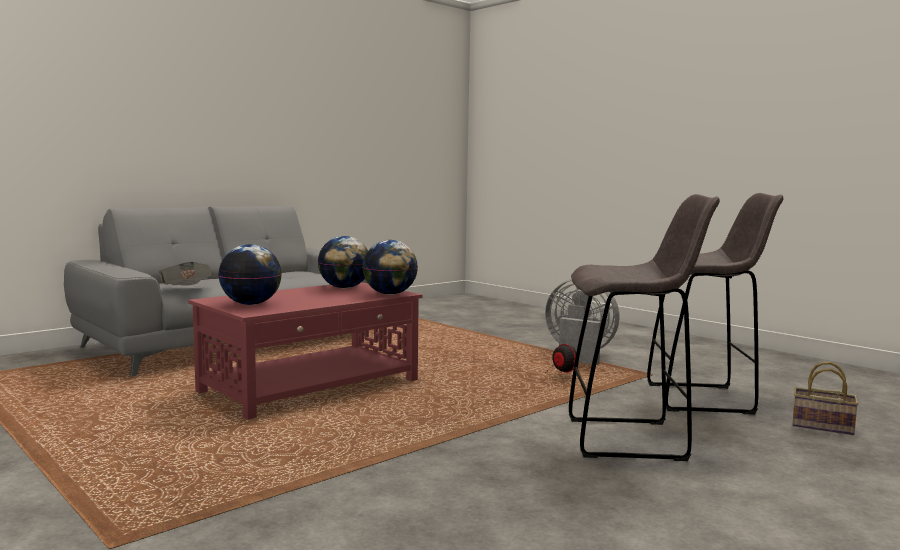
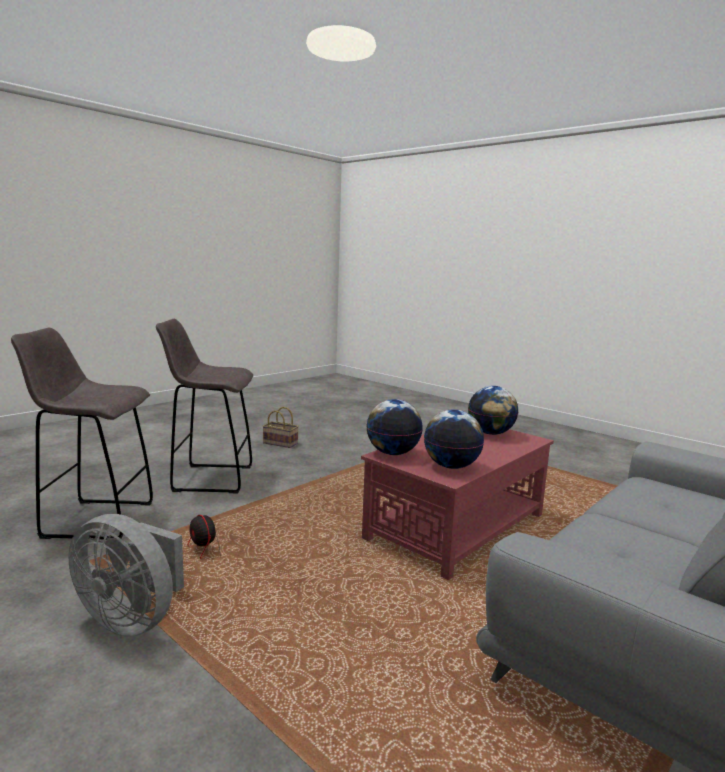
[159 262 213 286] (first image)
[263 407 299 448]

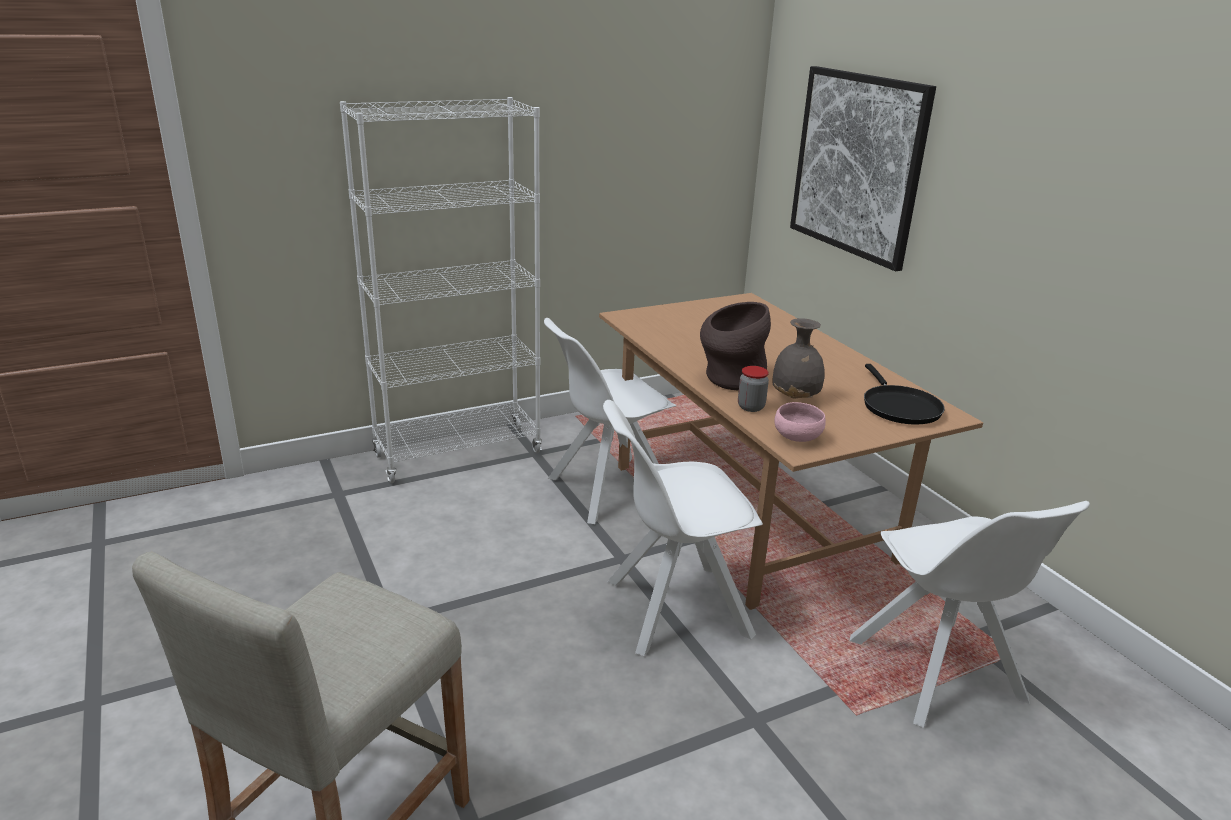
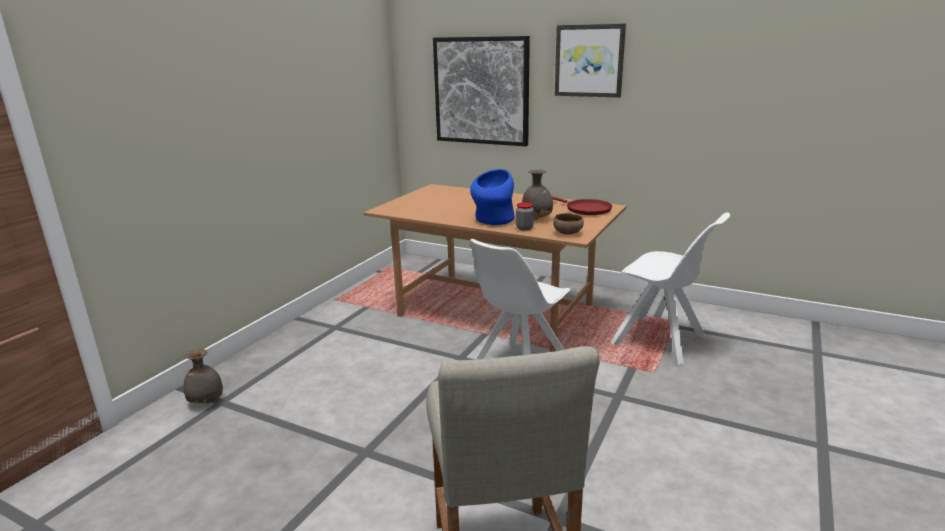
[340 97 542 483] (first image)
[544 318 677 524] (first image)
[470 169 515 225]
[553 213 584 234]
[551 196 612 215]
[183 349 223 404]
[555 24 626 97]

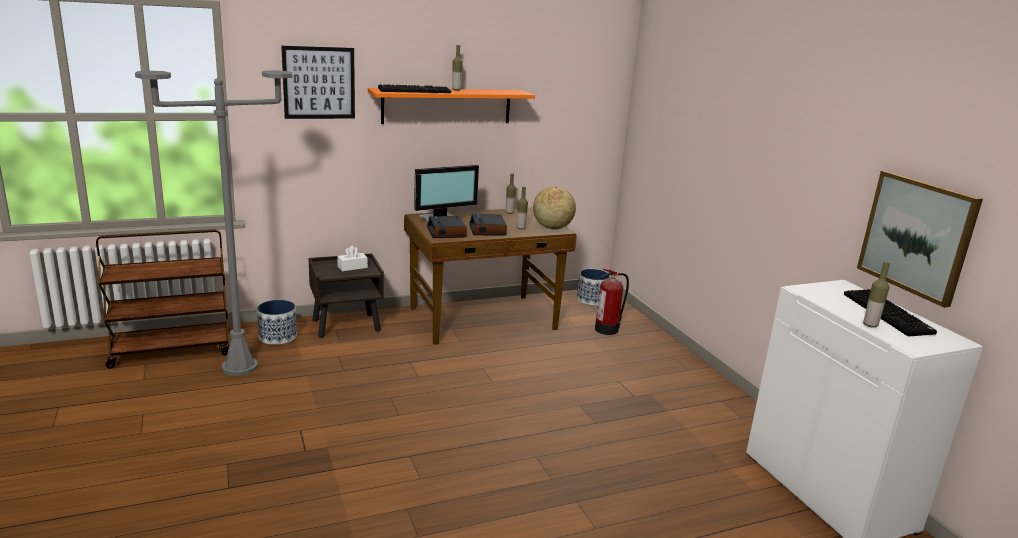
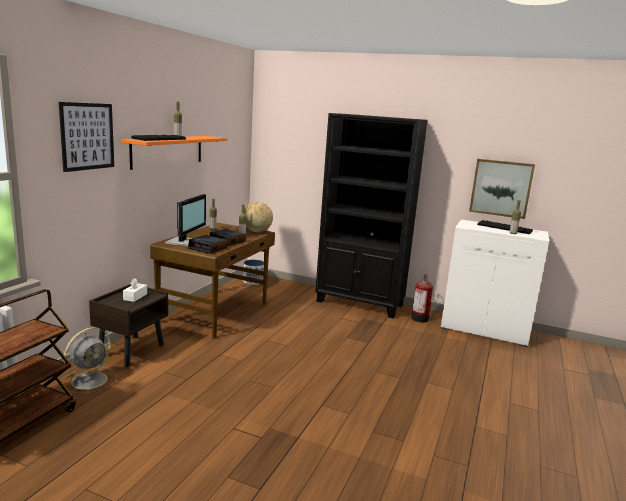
[135 70 292 376] (first image)
[60 327 117 394]
[411 275 433 323]
[315 113 428 318]

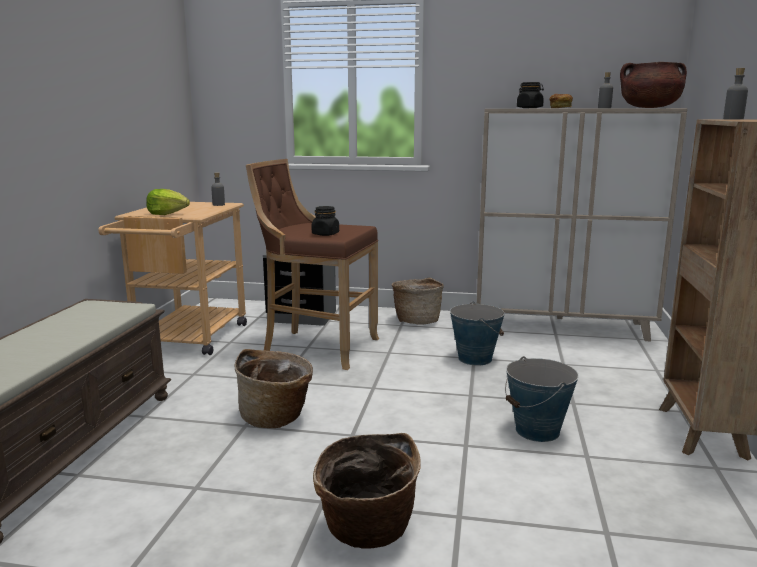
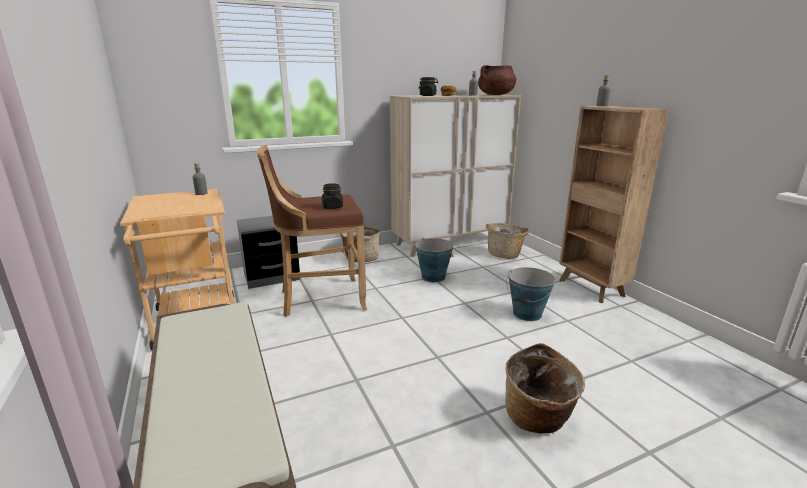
[146 189 190 215] (first image)
[486 223 529 259]

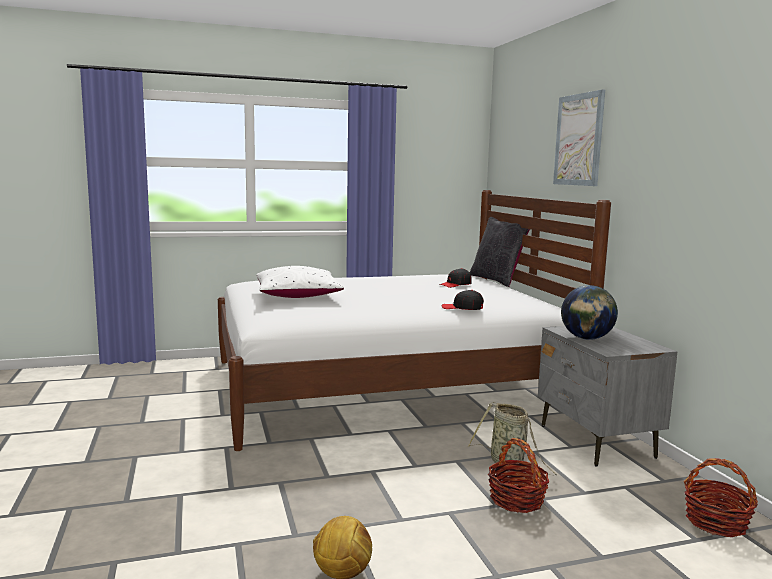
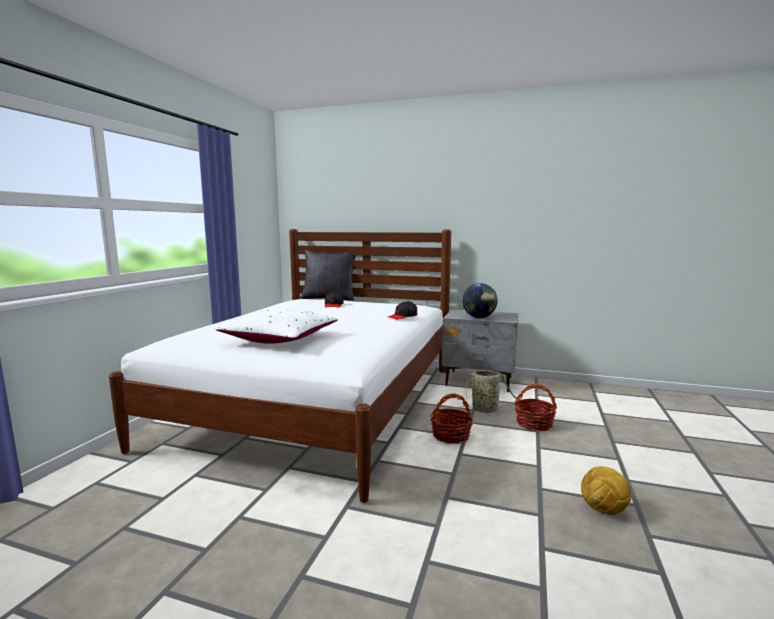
[553 89 605 186] (first image)
[431 393 473 444]

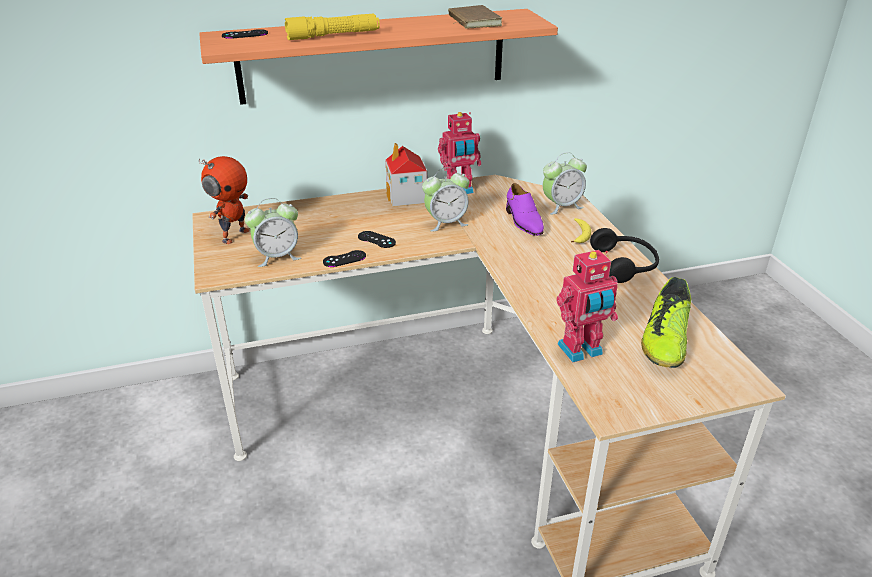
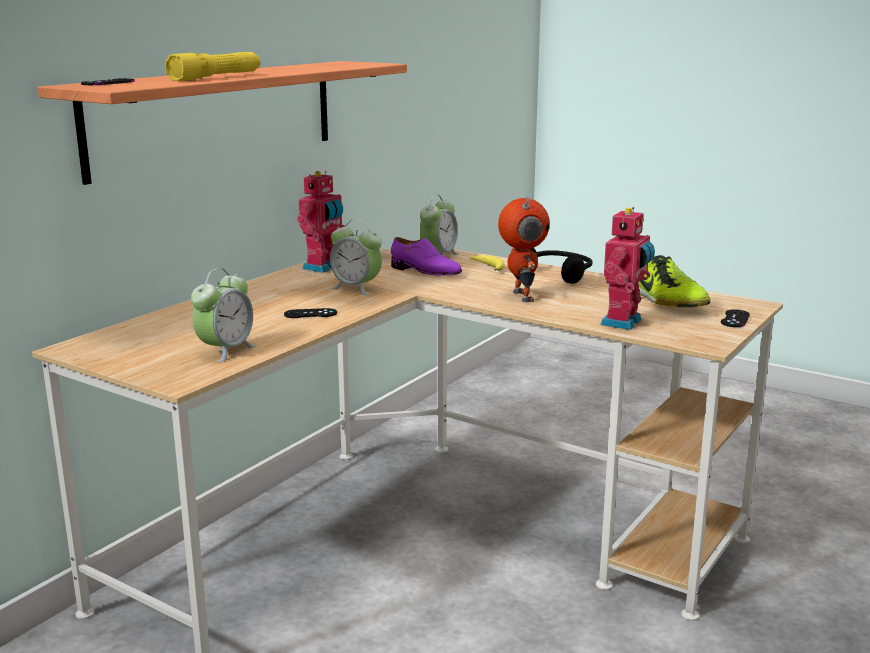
[498 196 550 302]
[721 309 750 327]
[386 143 428 207] (first image)
[330 219 382 295]
[448 5 502 29] (first image)

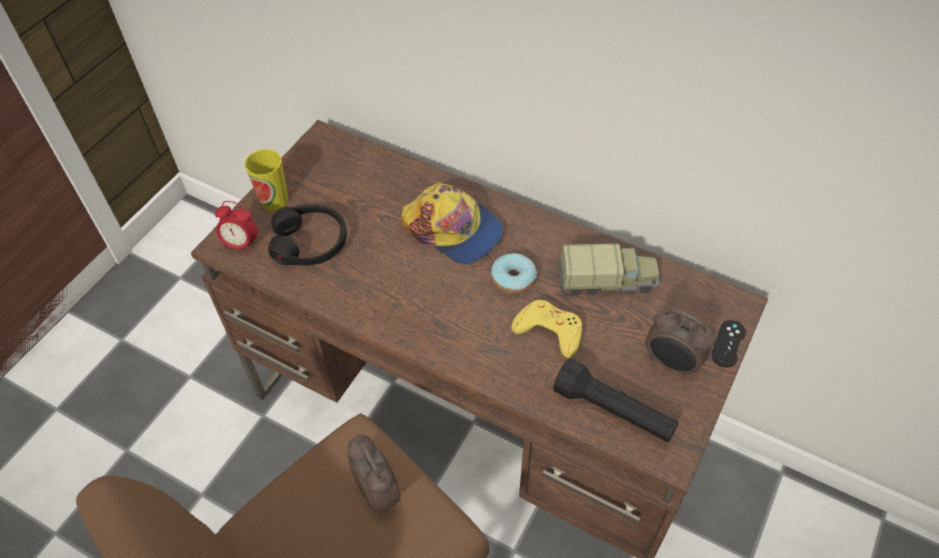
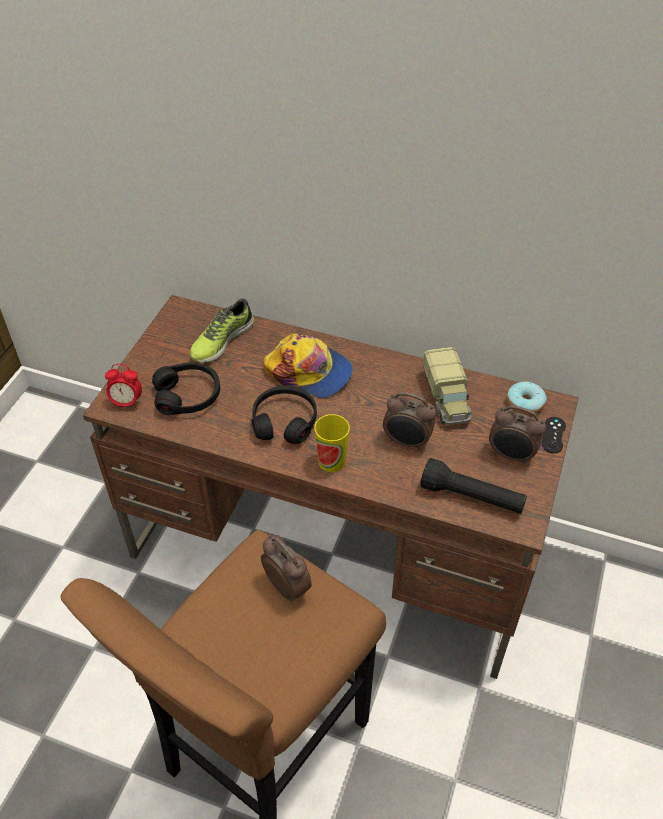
[314 414 350 472]
[507 382 547 415]
[383 392 436 450]
[422 347 472 425]
[190 299 254 363]
[252 385 317 444]

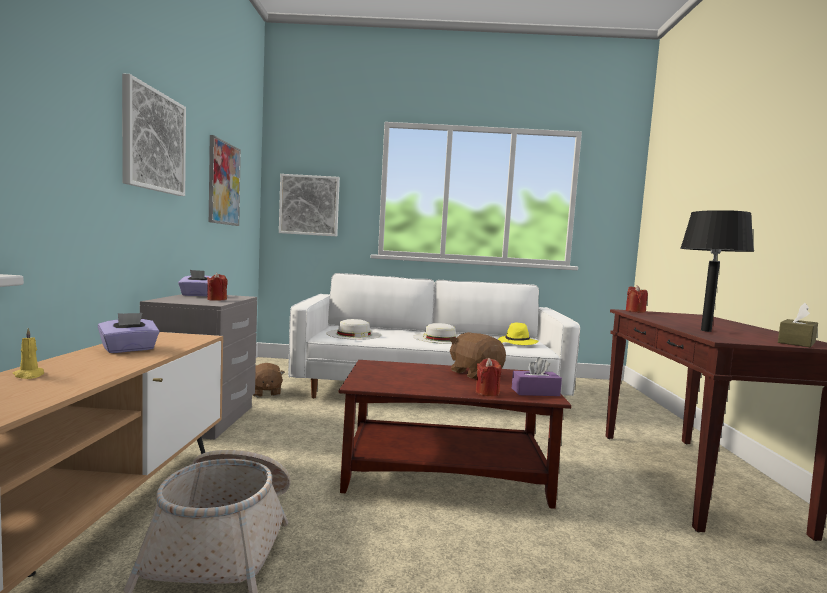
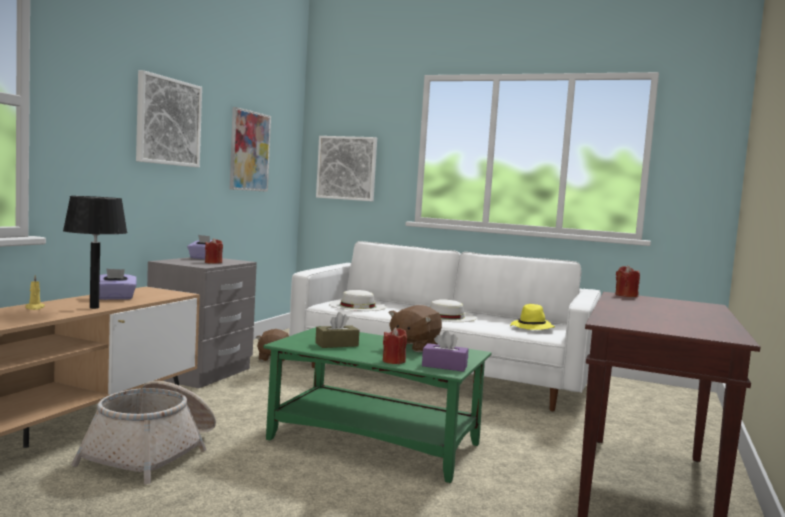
[263 327 492 483]
[389 305 442 352]
[63 196 127 309]
[315 312 359 348]

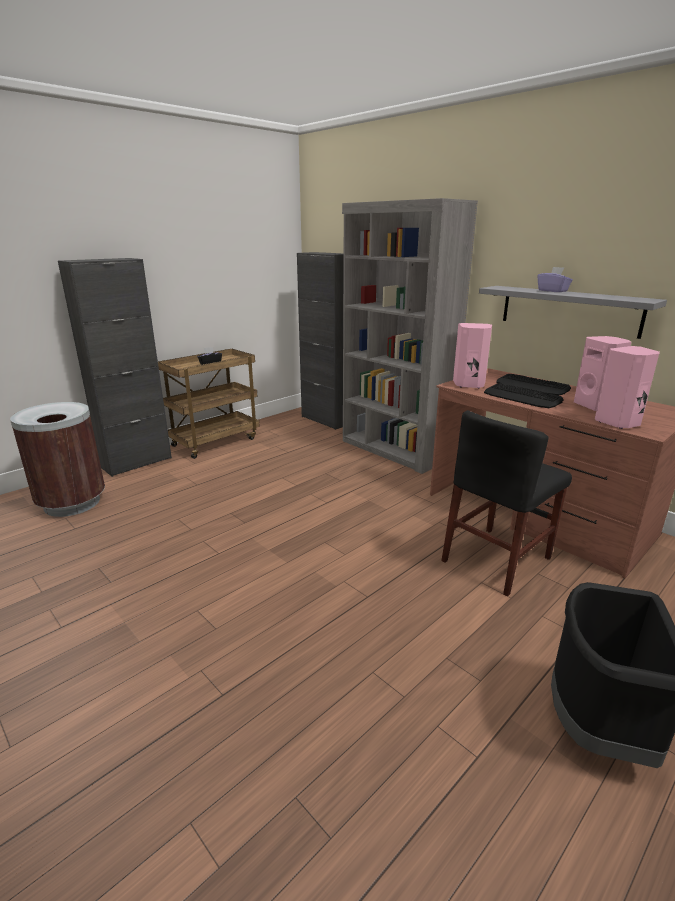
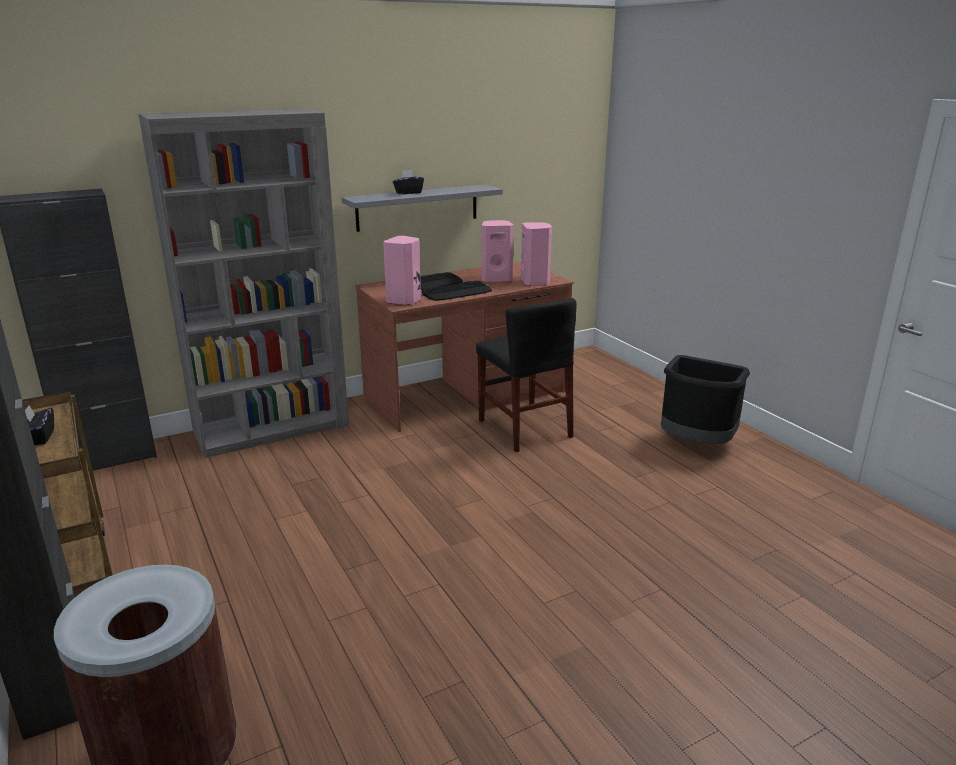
[393 170 424 194]

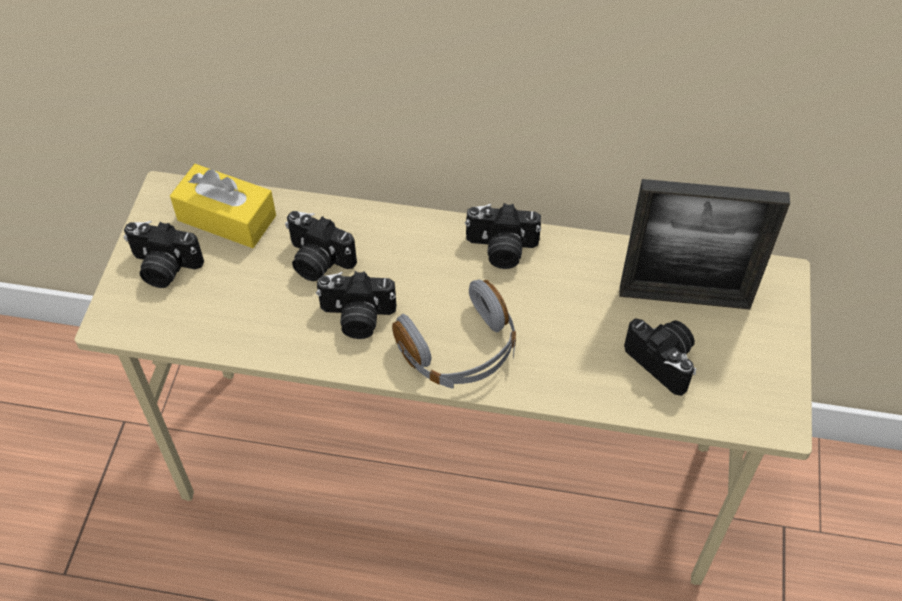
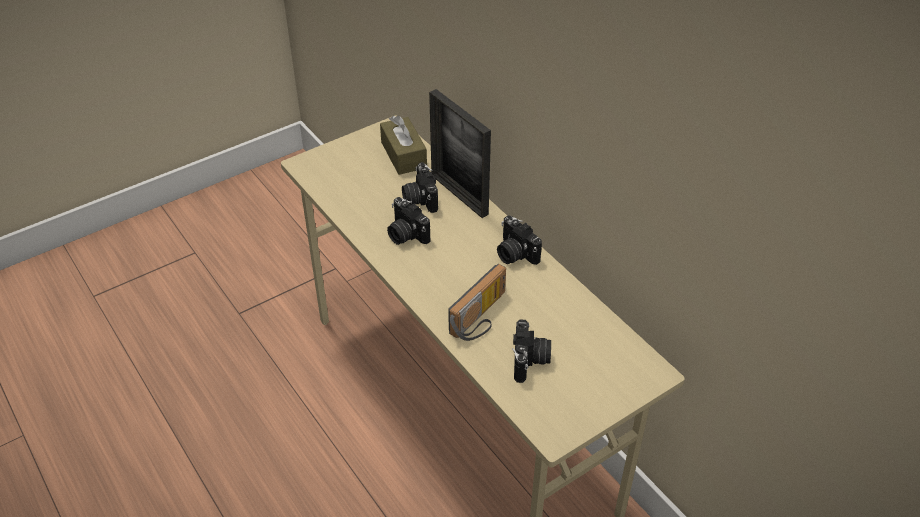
[124 221 204 288] (first image)
[380 116 427 175]
[392 280 516 389] (first image)
[429 89 491 218]
[448 264 506 341]

